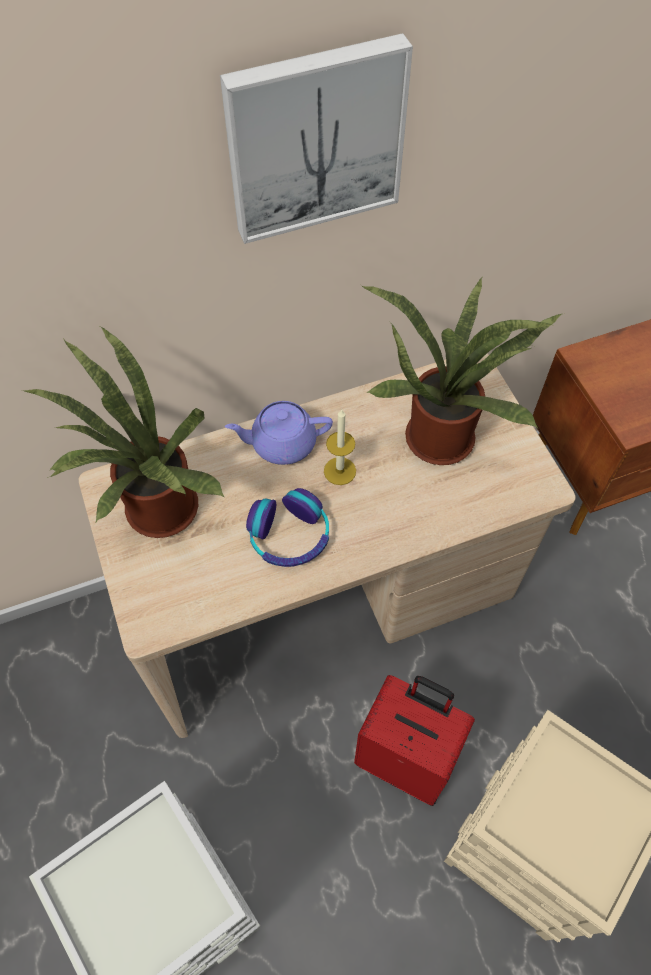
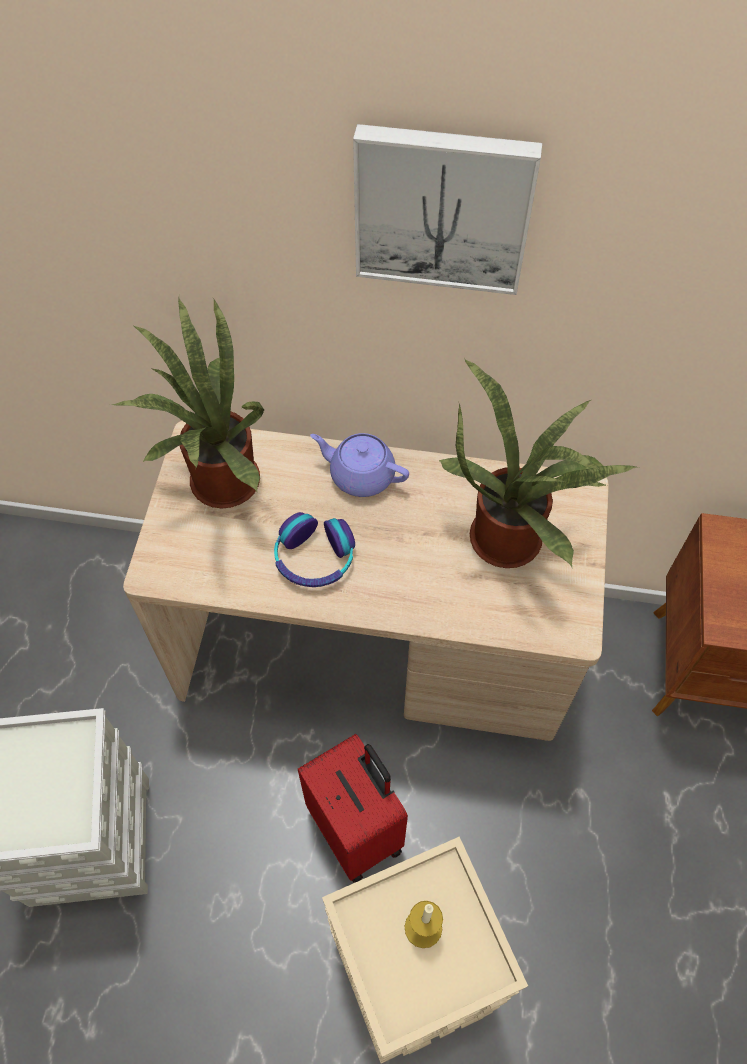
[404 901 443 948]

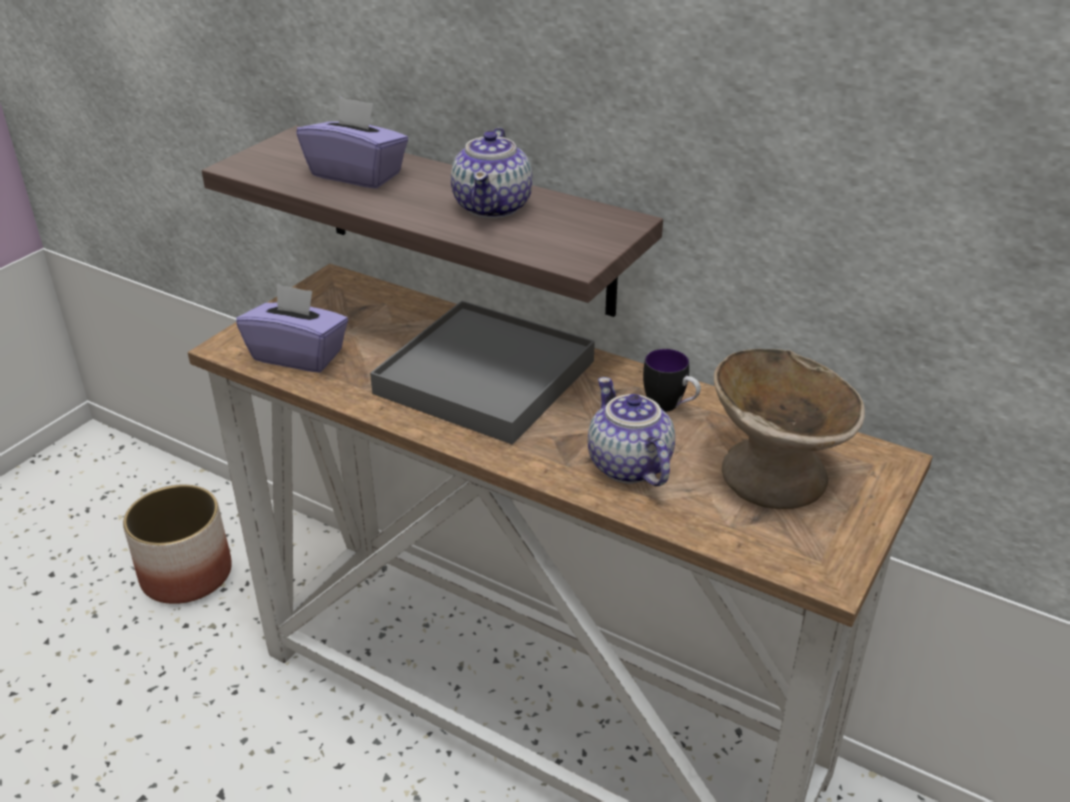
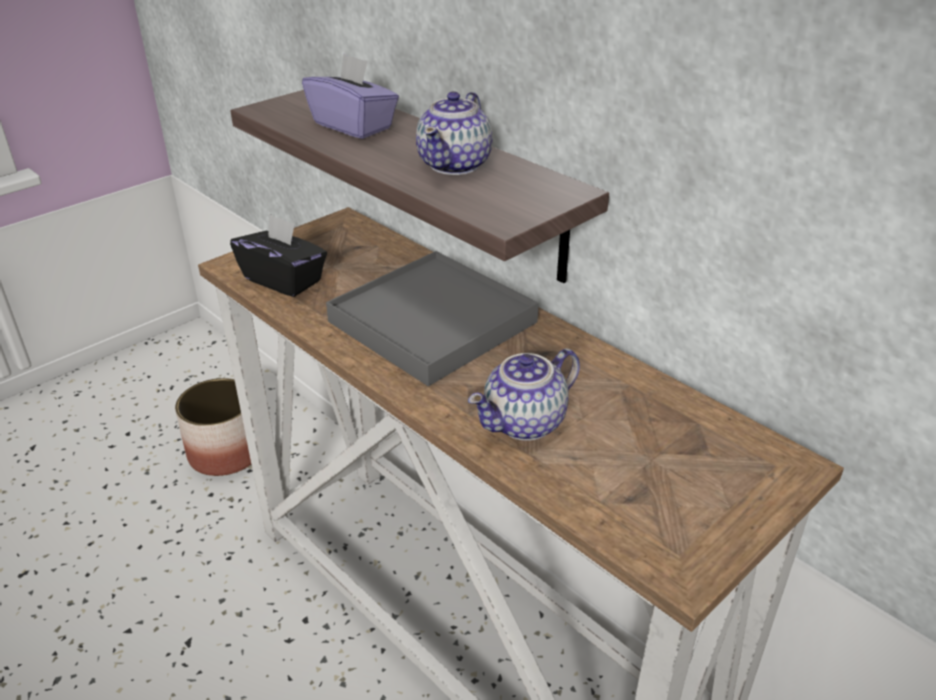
[230 214 327 297]
[468 348 580 441]
[643 349 701 412] (first image)
[714 349 865 509] (first image)

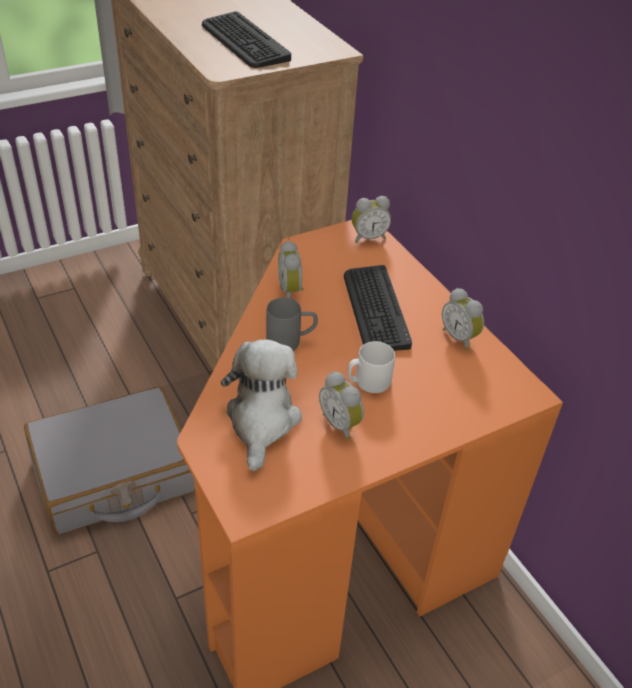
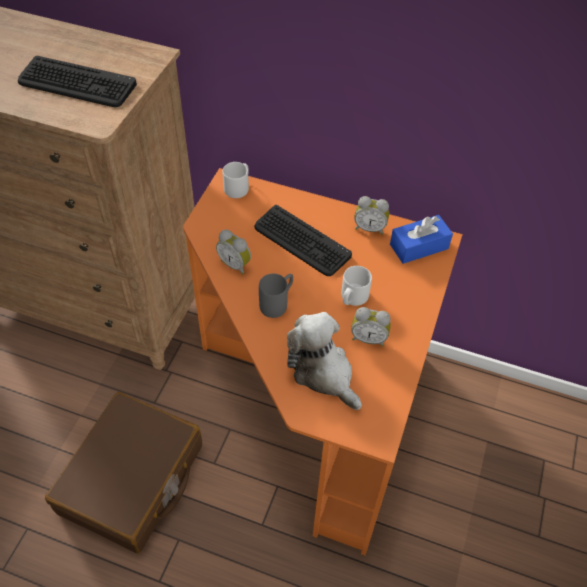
[45 392 202 554]
[222 162 249 198]
[390 215 453 264]

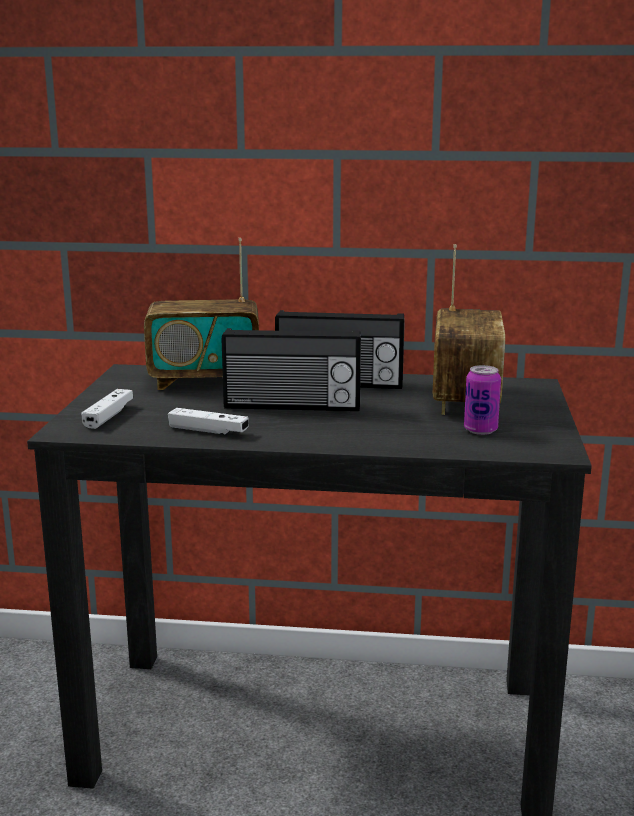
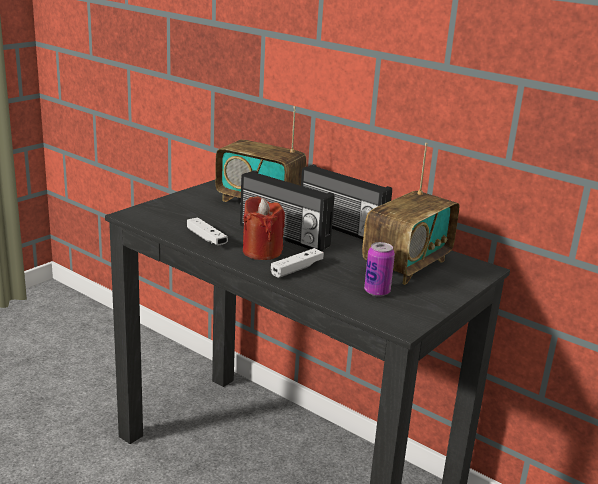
[271 248 324 278]
[243 196 285 260]

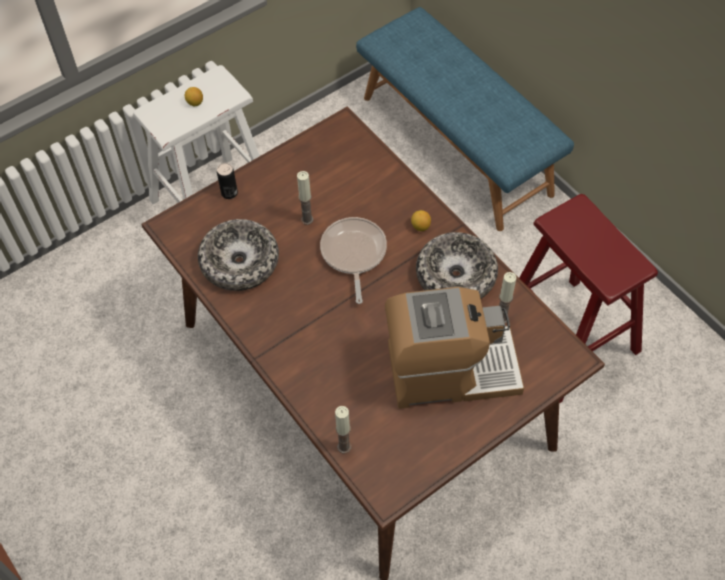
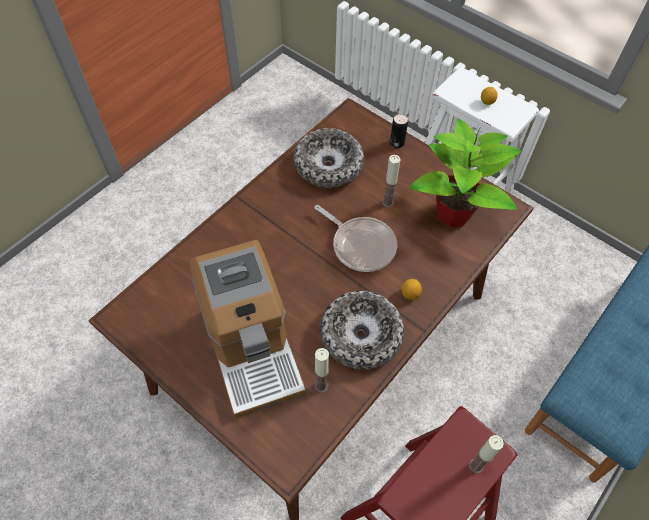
[314 205 397 272]
[469 435 504 474]
[409 119 521 227]

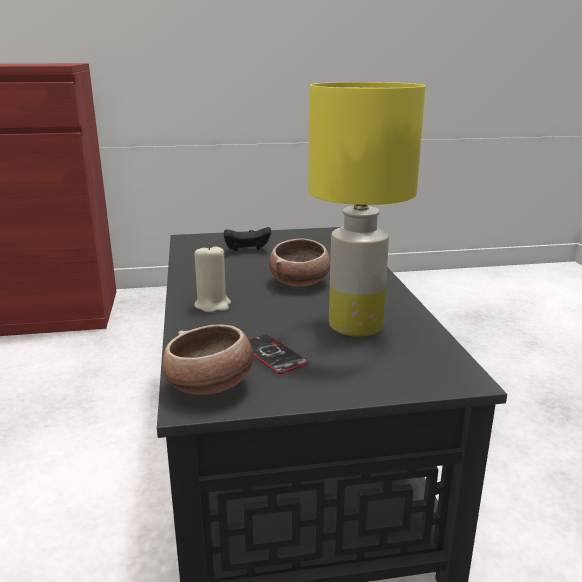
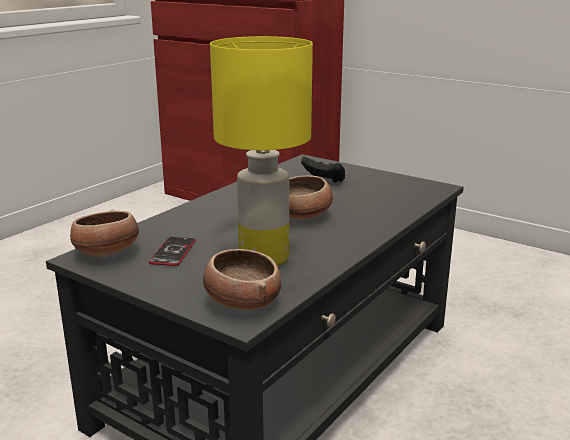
[194 244 231 313] (first image)
[203 249 281 311]

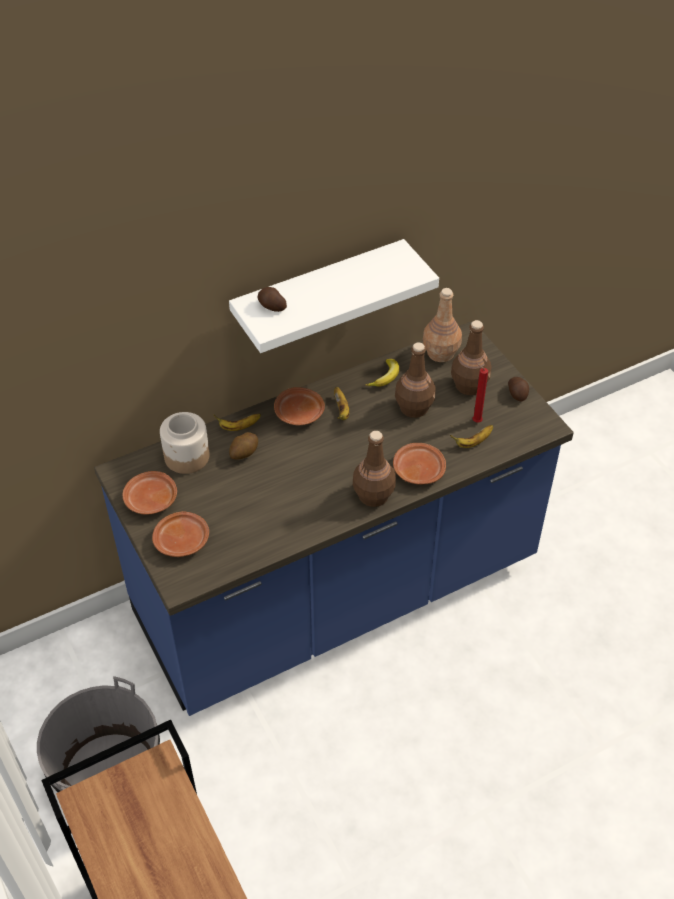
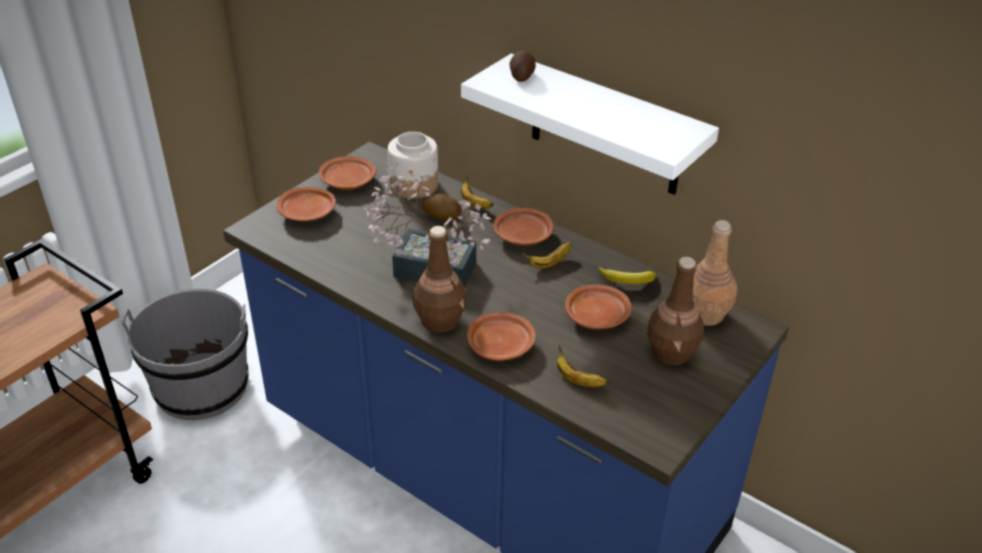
[565 284 632 329]
[473 363 488 423] (first image)
[508 377 529 402] (first image)
[363 163 492 287]

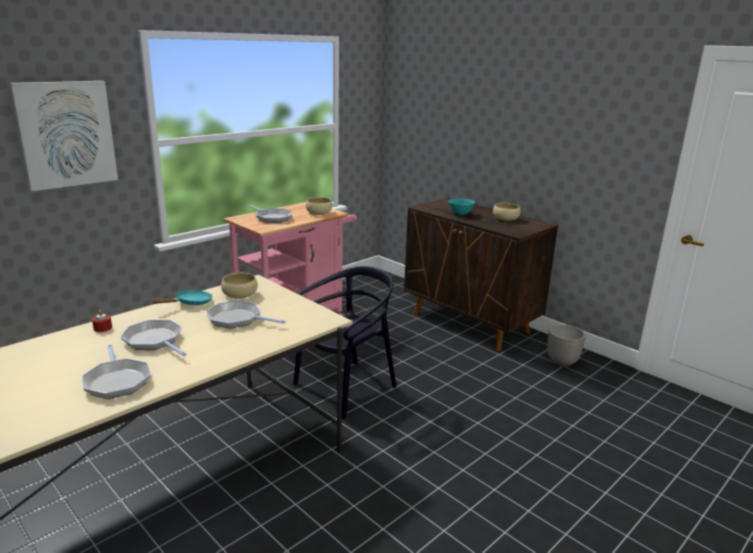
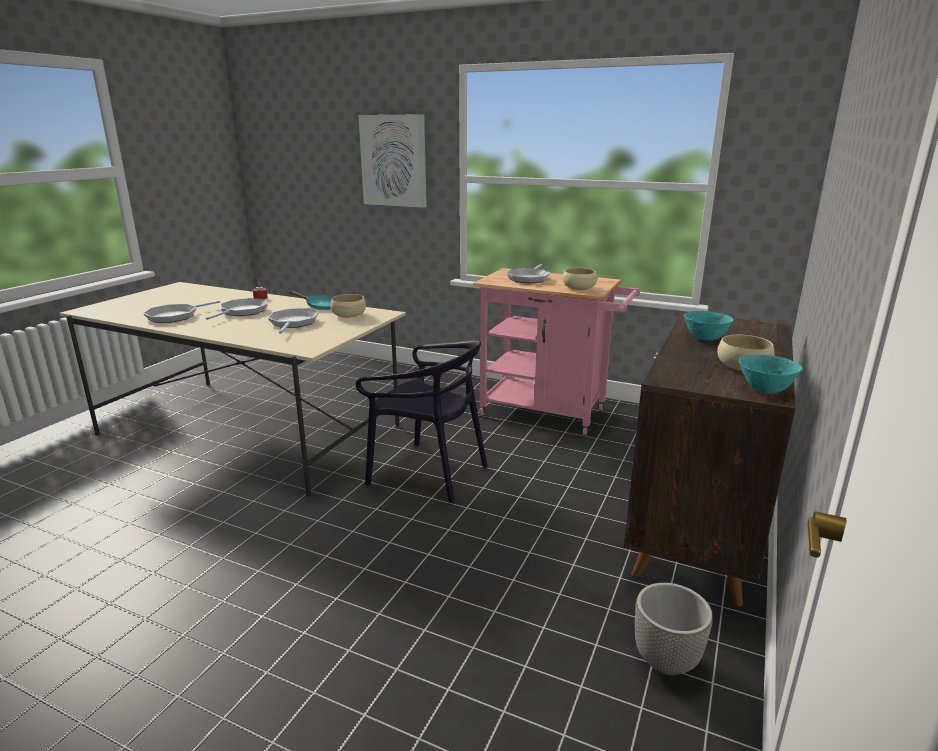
[739 355 803 394]

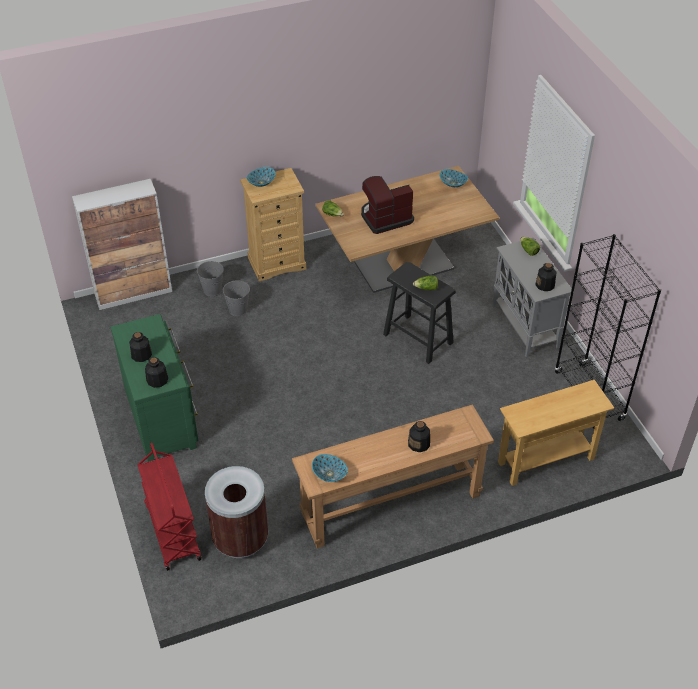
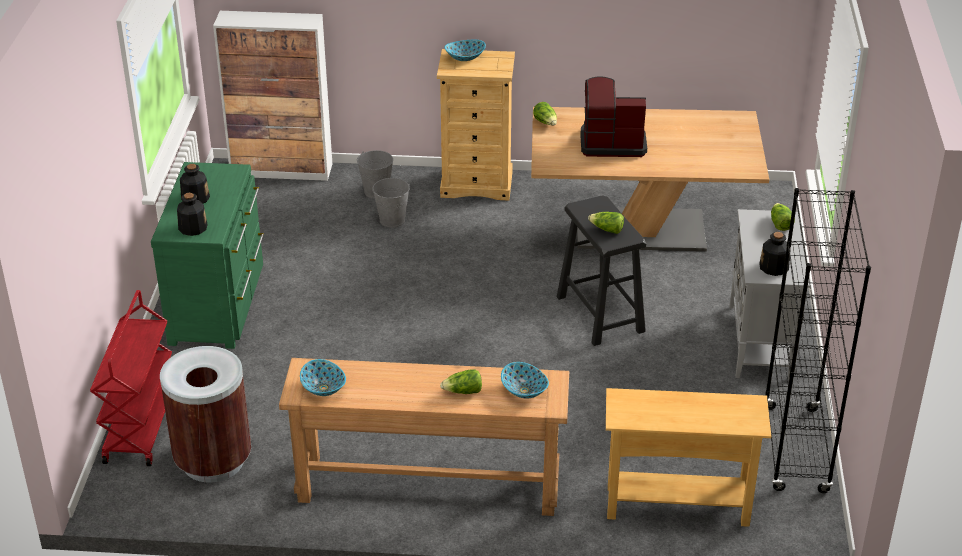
[440 370 482 394]
[501 362 549 399]

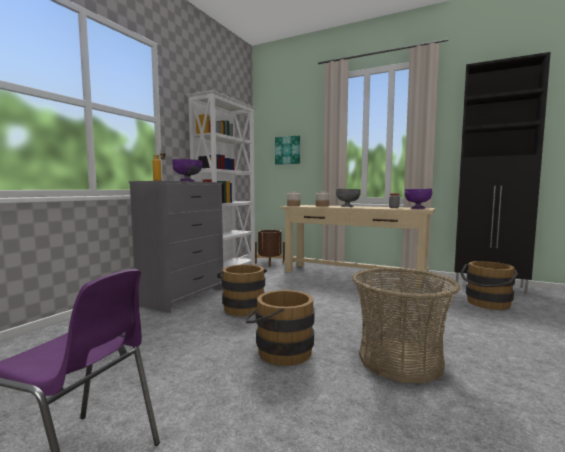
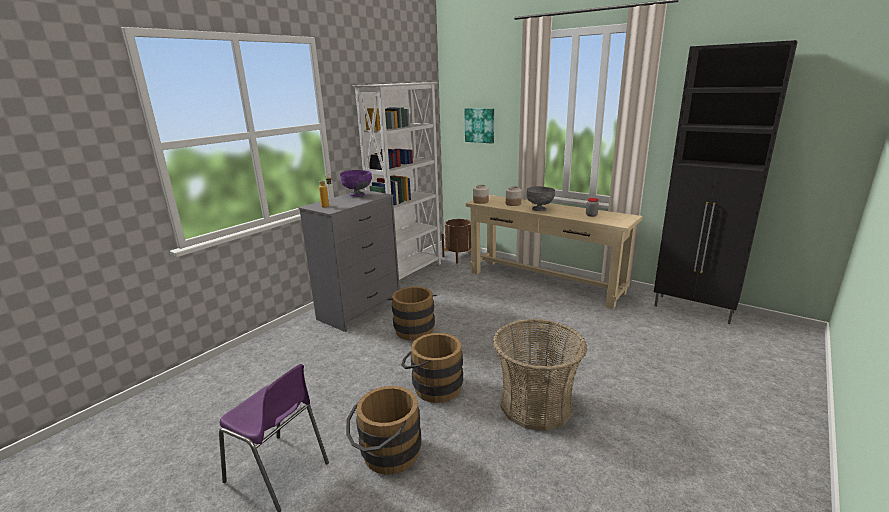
[405 189 432 209] (first image)
[346 386 421 475]

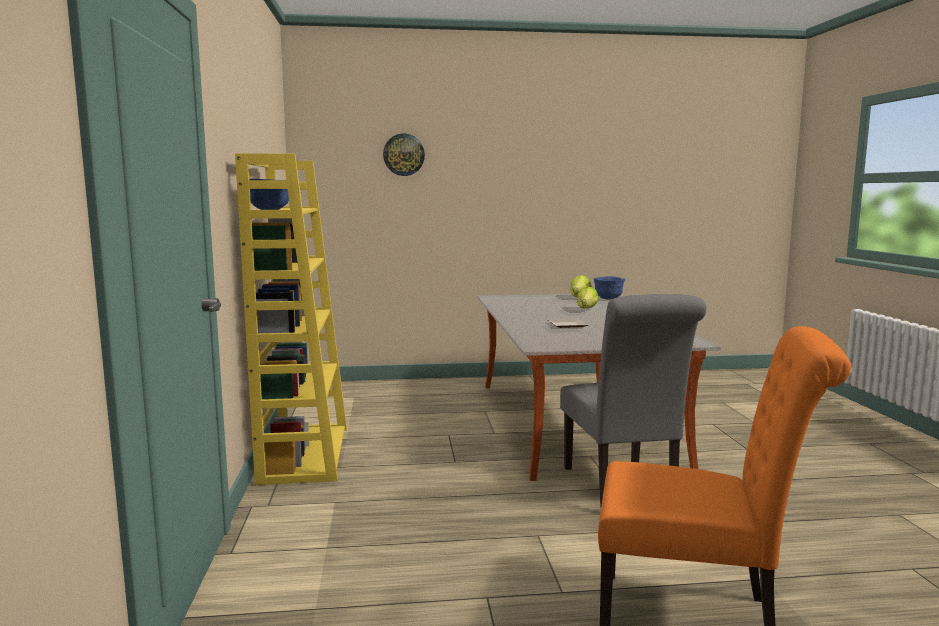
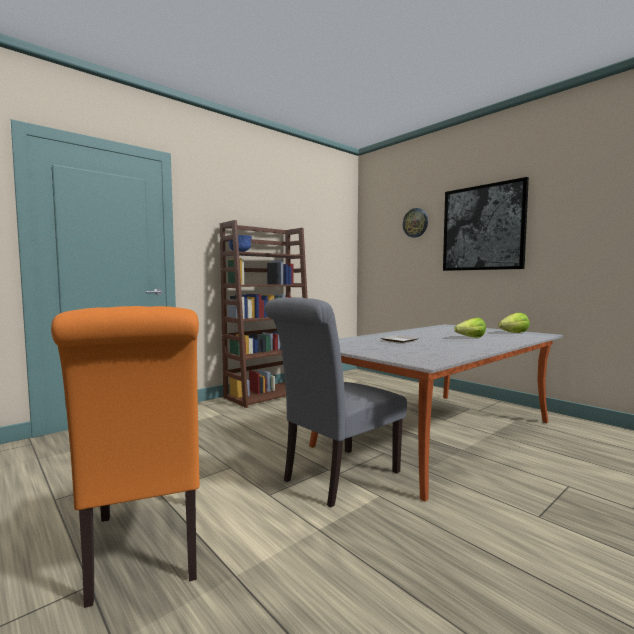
[220 220 308 408]
[593 276 625 300] (first image)
[443 177 529 271]

